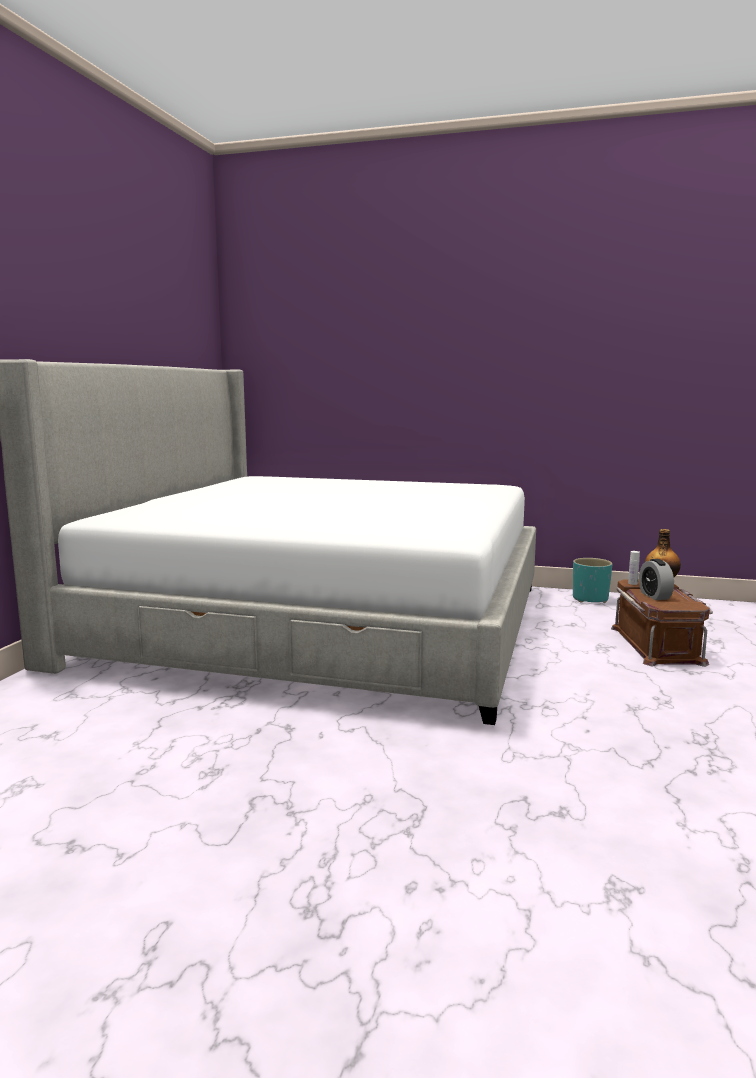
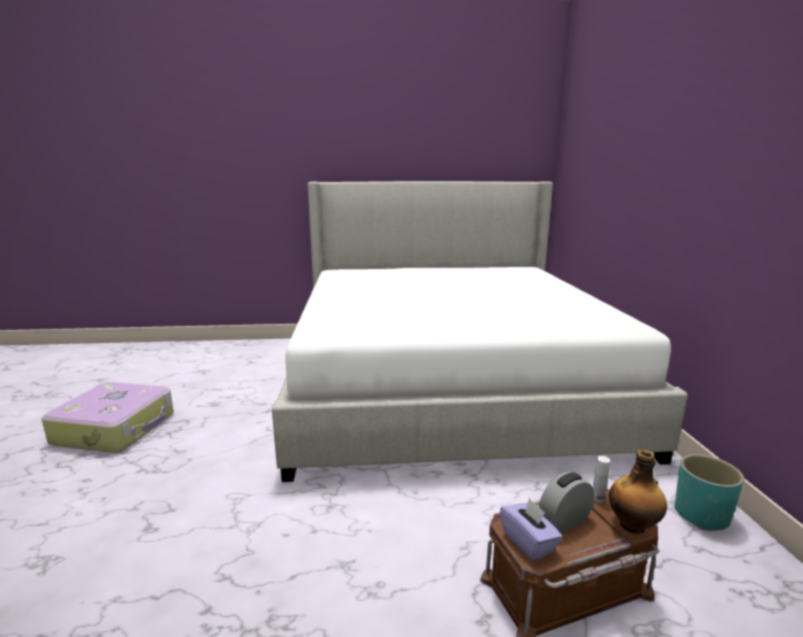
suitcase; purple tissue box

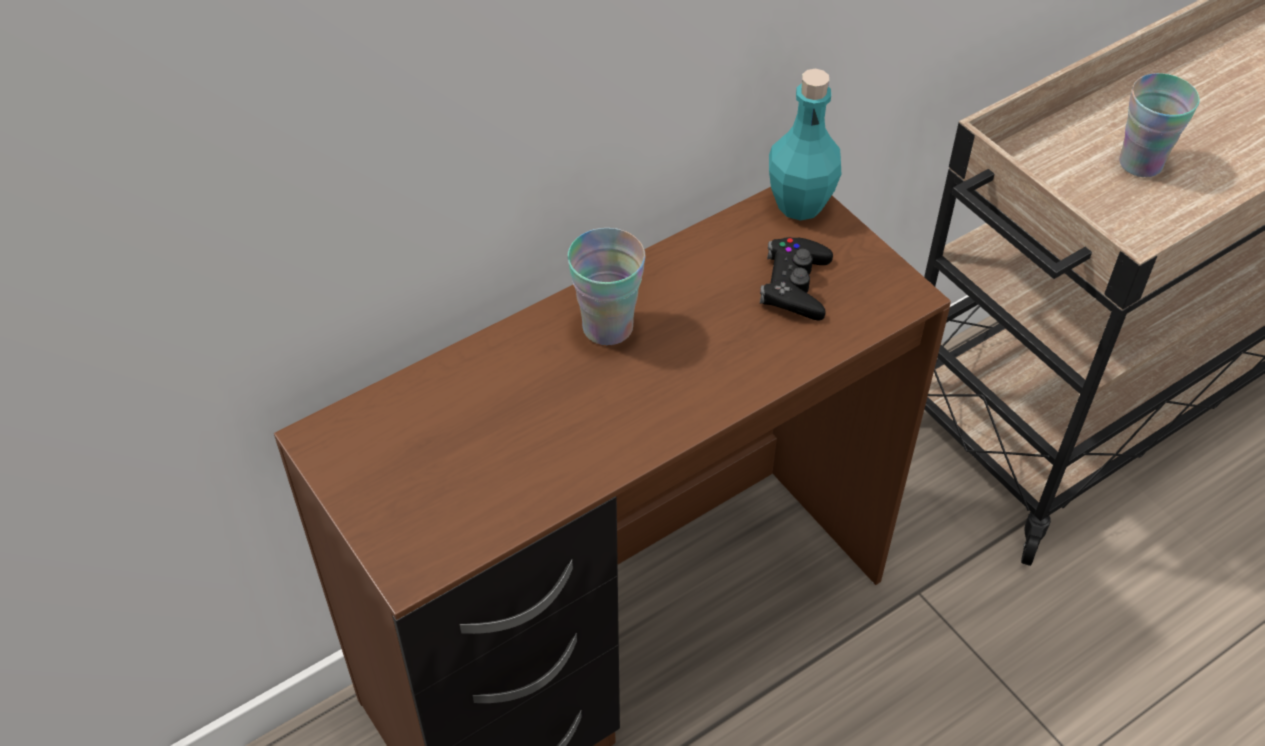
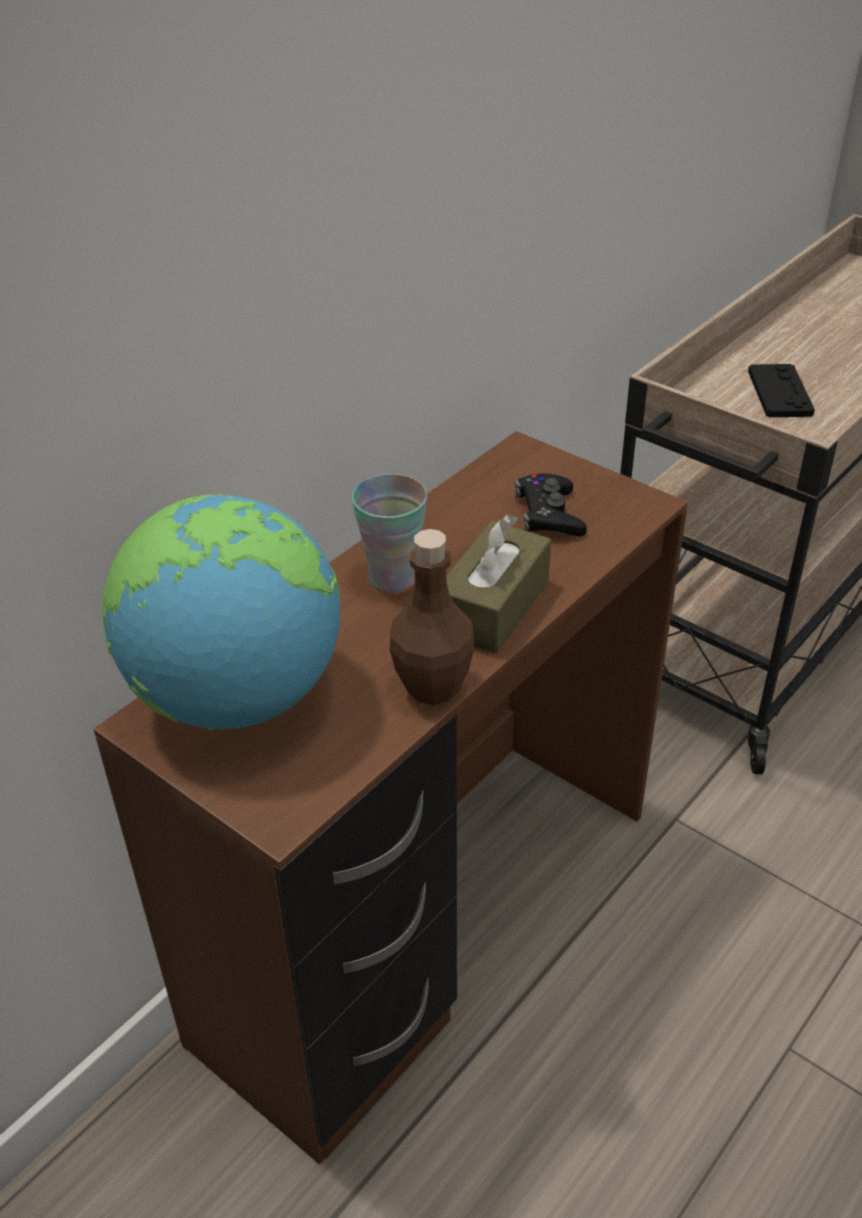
turquoise bottle; black game controller (no. 2 from left); globe; brown bottle; brown tissue box

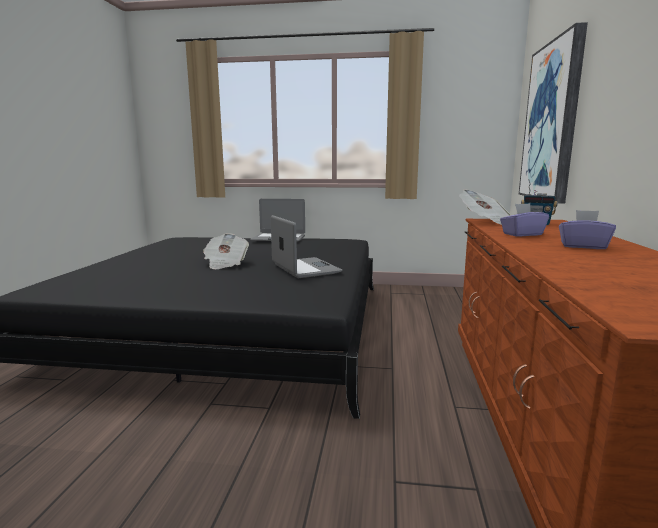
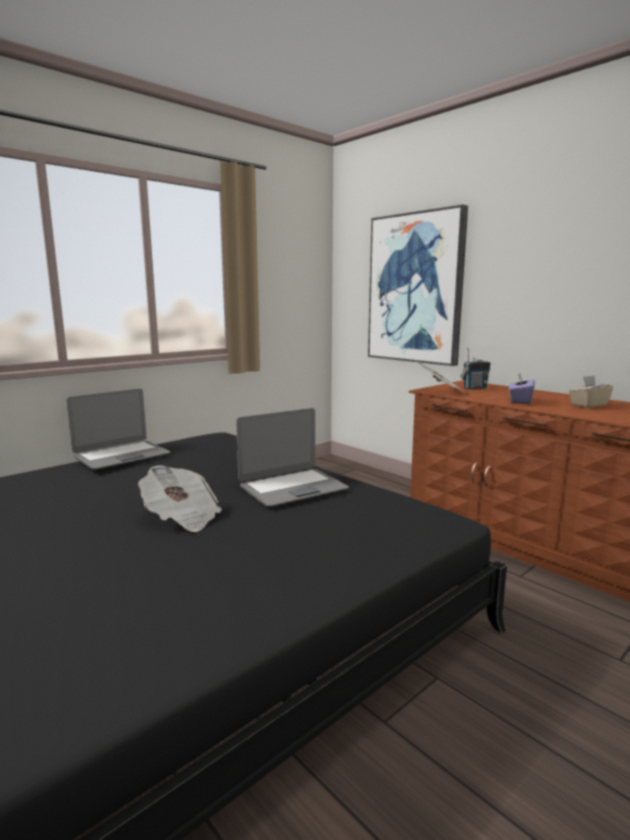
laptop (no. 2 from left); beige tissue box

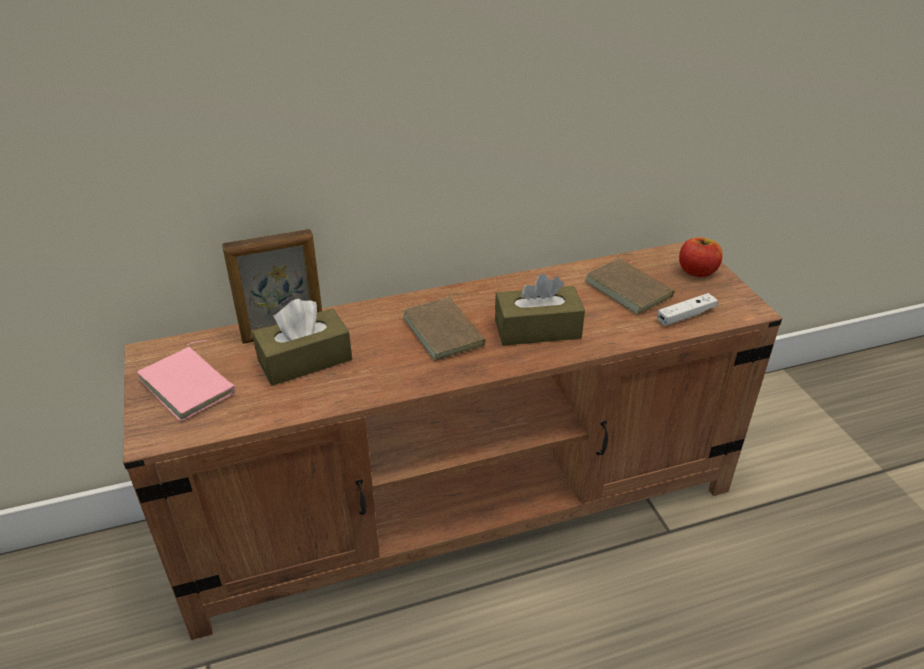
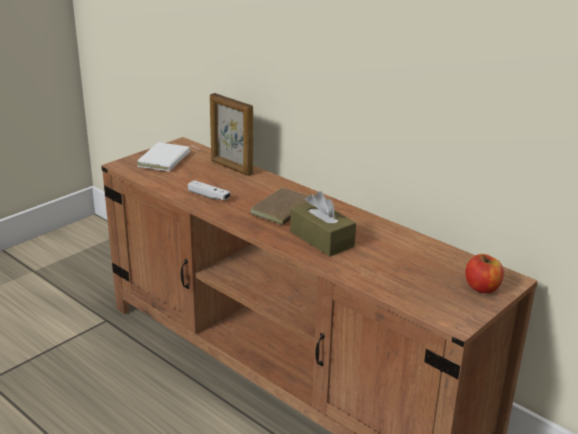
white book; brown tissue box (no. 1 from left in the first image); brown book (no. 2 from left in the first image); white game controller

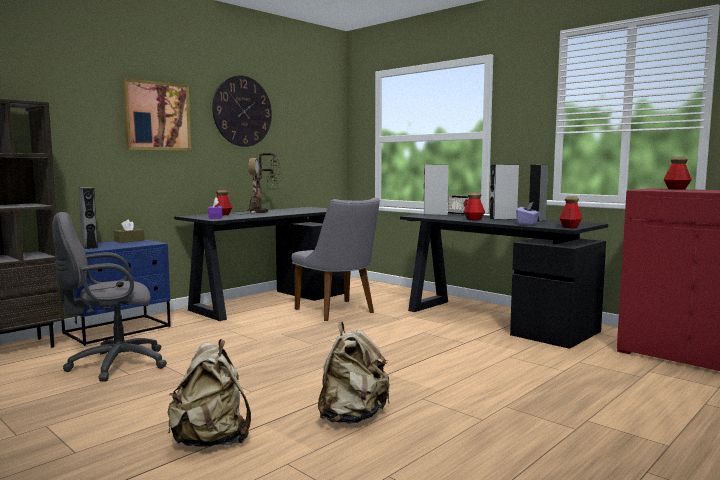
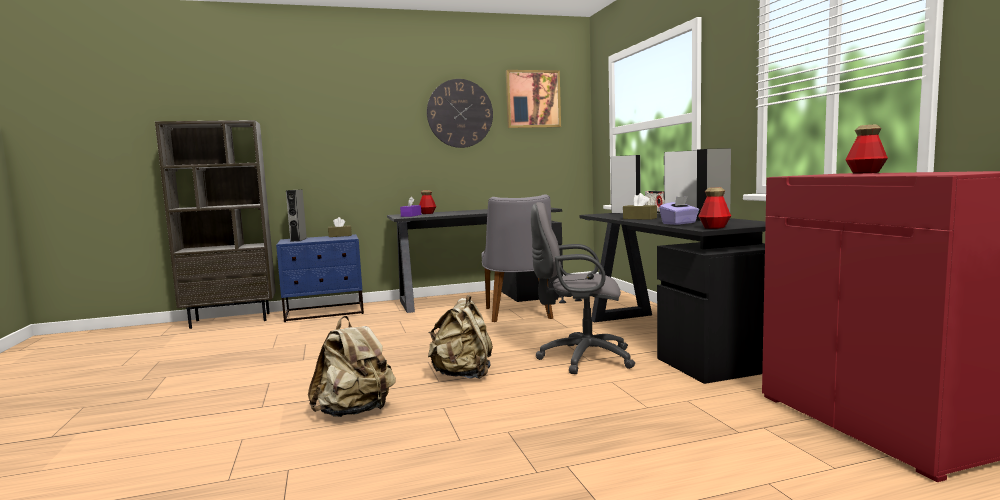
grey office chair; picture; beige backpack (no. 2 from left); table lamp; brown tissue box (no. 2 from left)

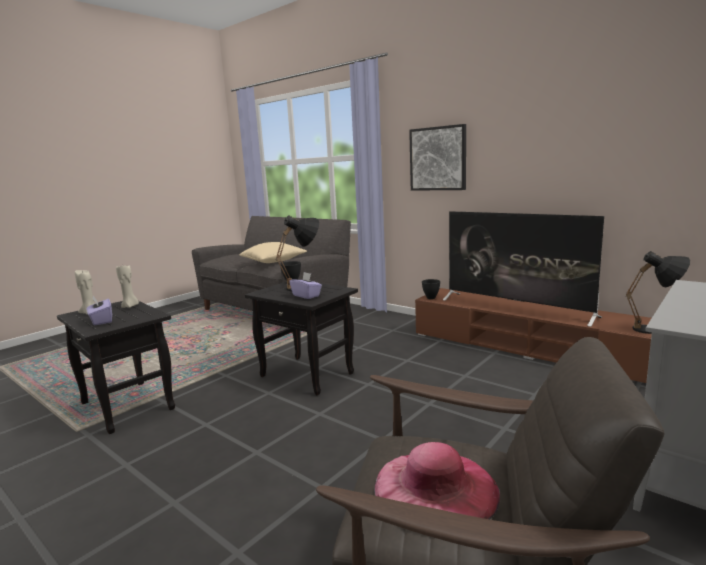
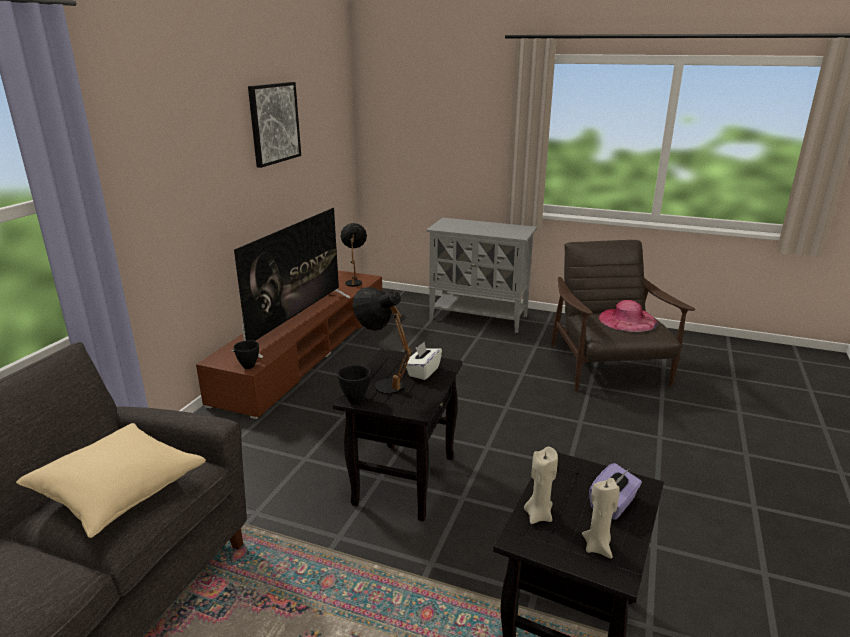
white tissue box; picture

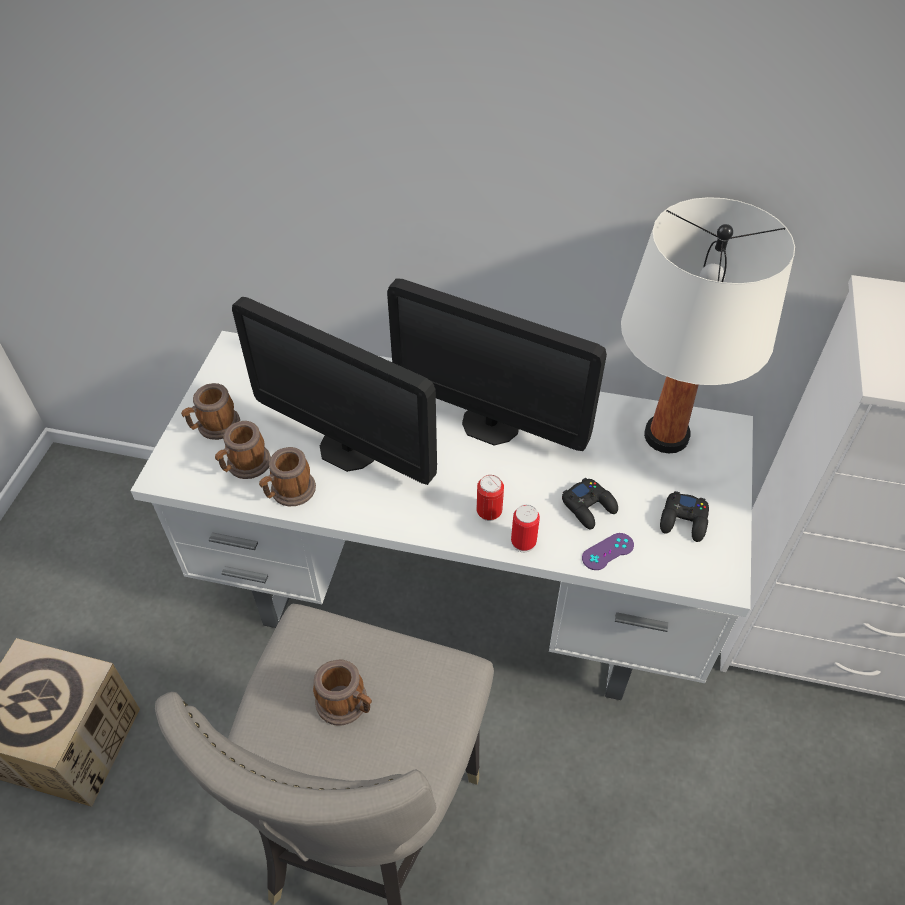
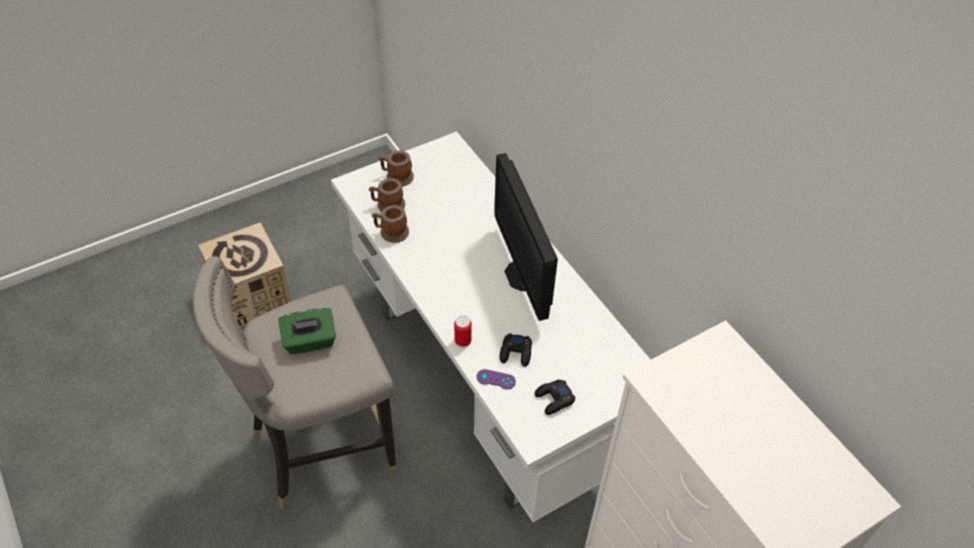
monitor (no. 1 from left in the first image); green tissue box; can (no. 1 from left in the first image); white table lamp

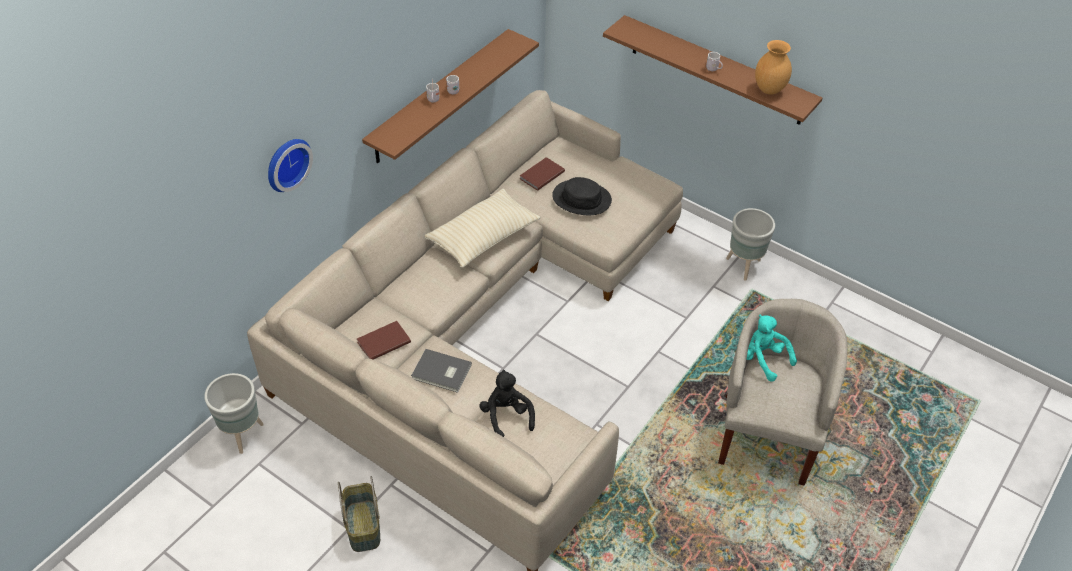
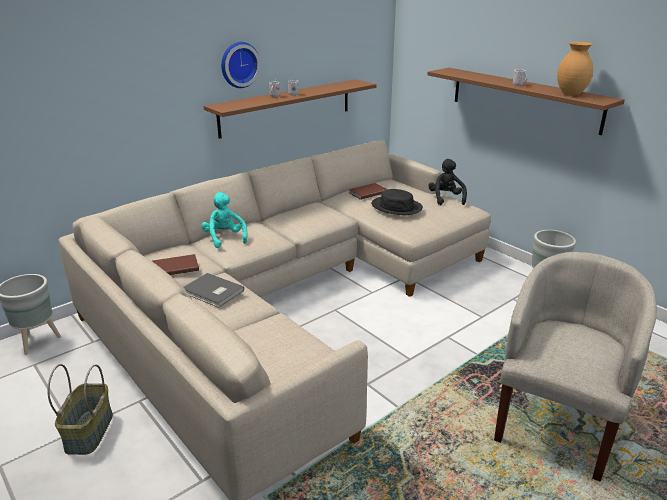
wall clock; beige pillow; black plush toy; turquoise plush toy

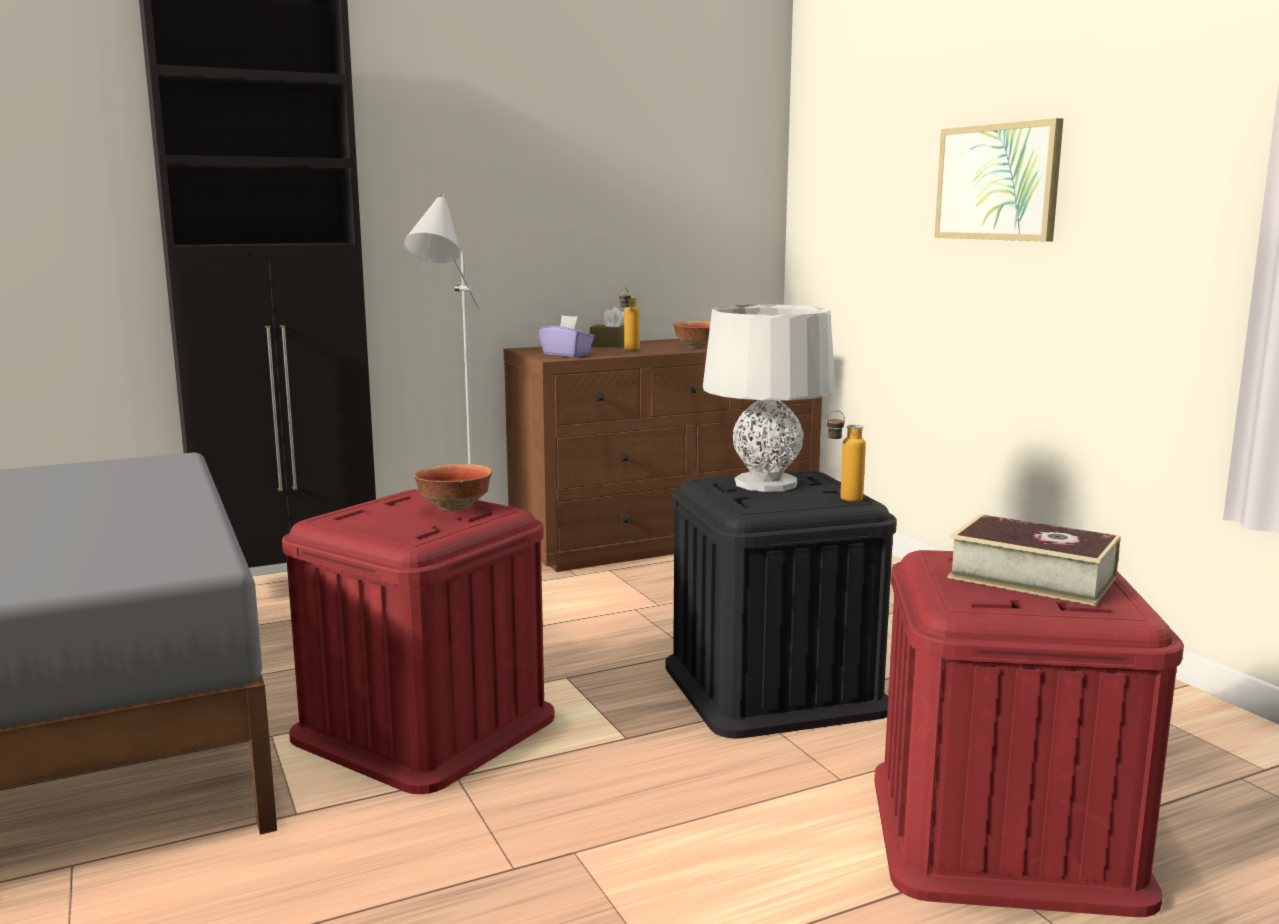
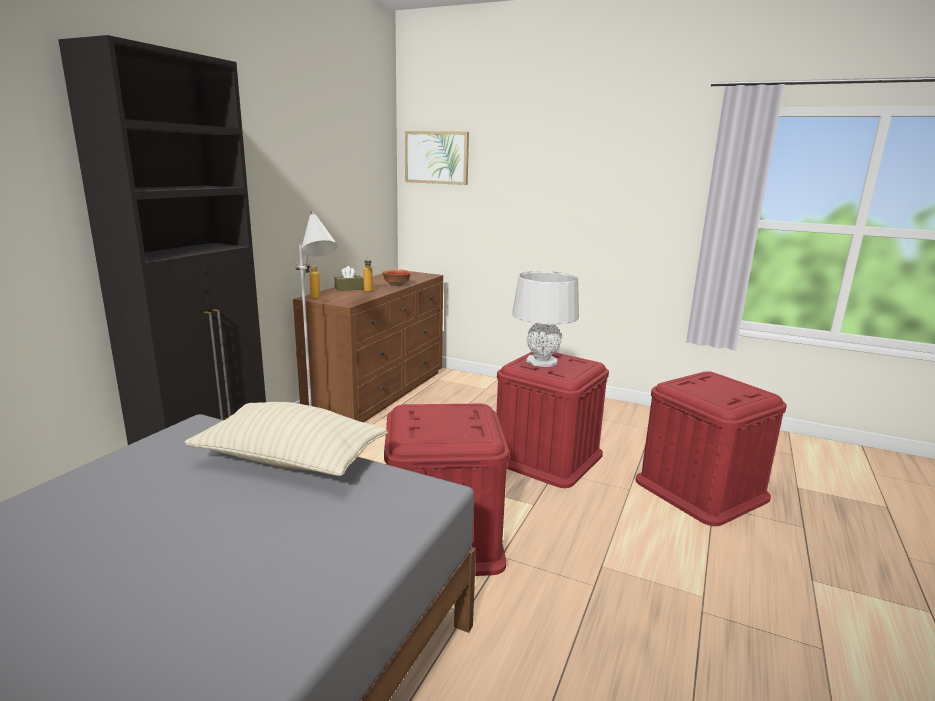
bowl (no. 1 from left in the first image); purple tissue box; red storage box (no. 2 from left); bottle (no. 1 from left); picture; book; beige pillow

